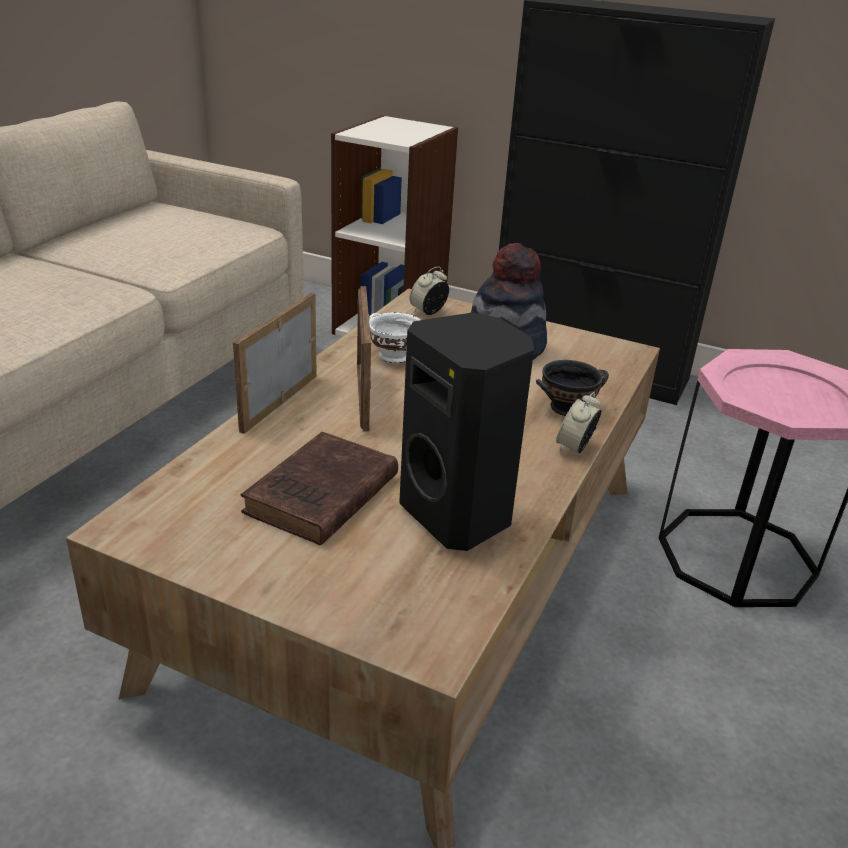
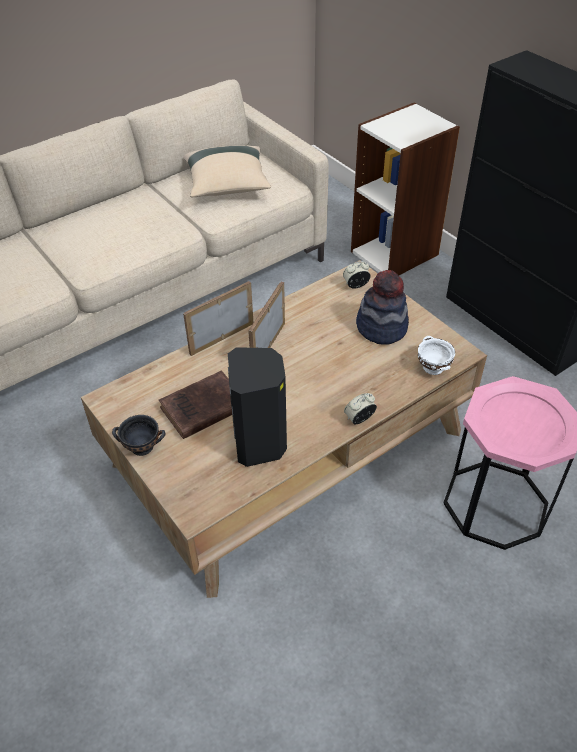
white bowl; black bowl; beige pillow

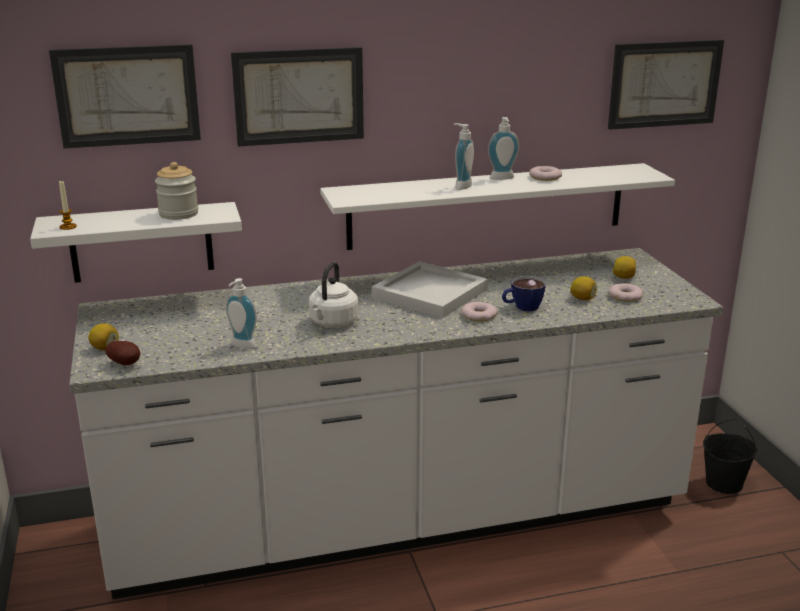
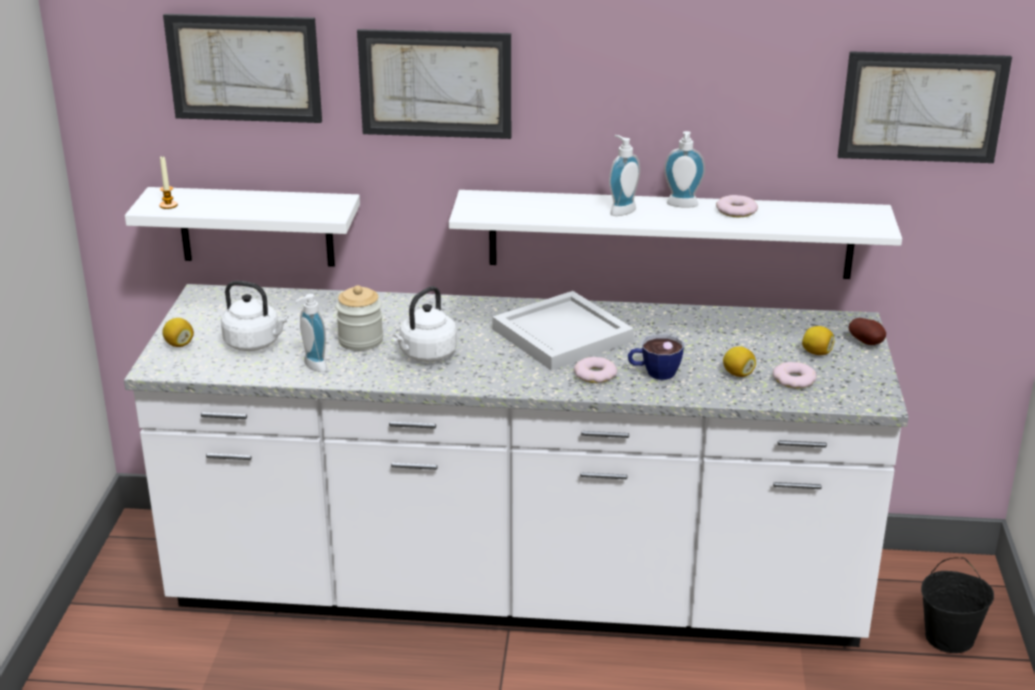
potato; jar; white kettle (no. 1 from left)

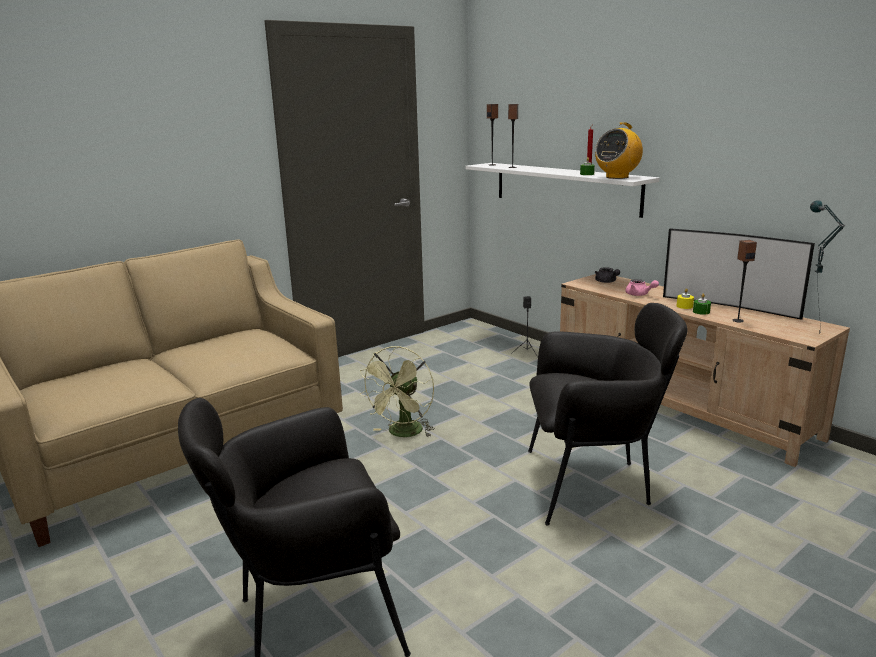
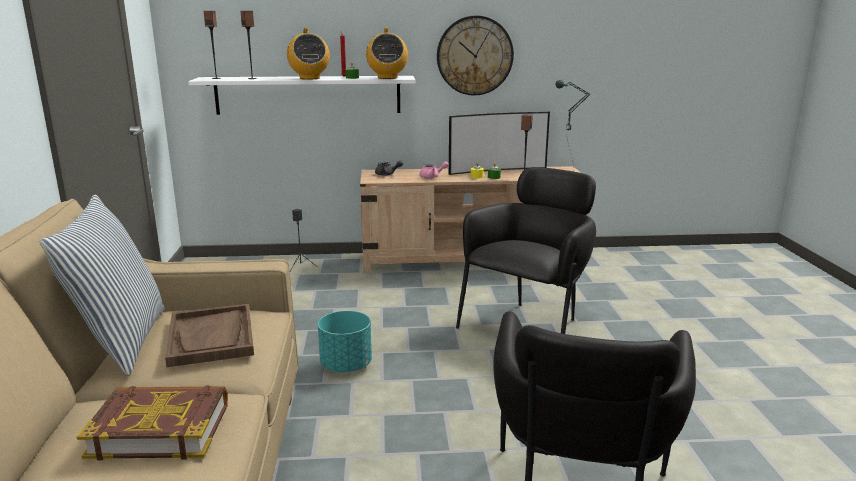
turquoise planter; pillow; book; brown tray; radio (no. 1 from left); wall clock

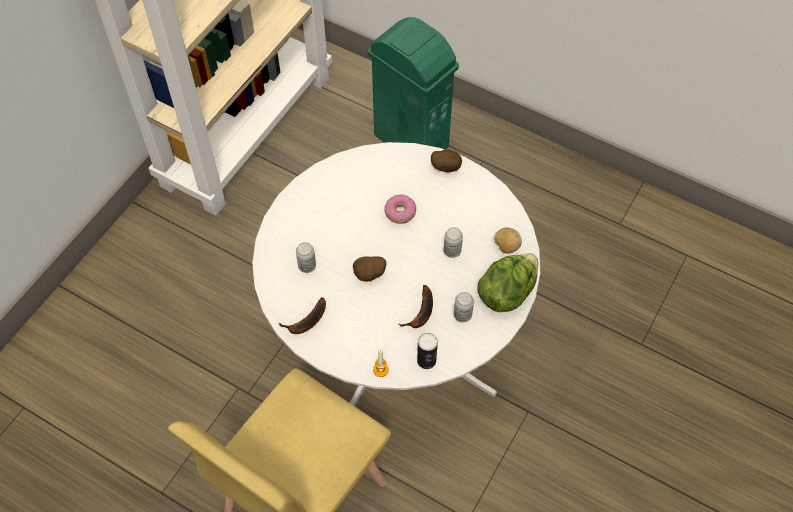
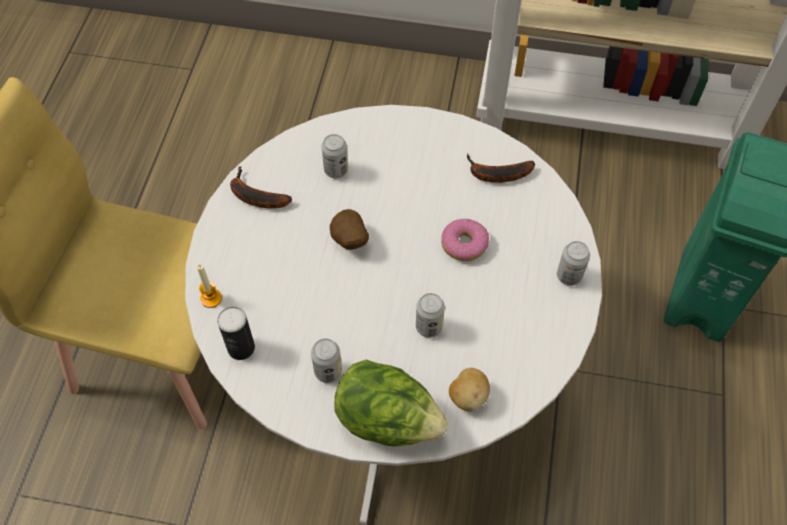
banana (no. 2 from left); can (no. 5 from left)

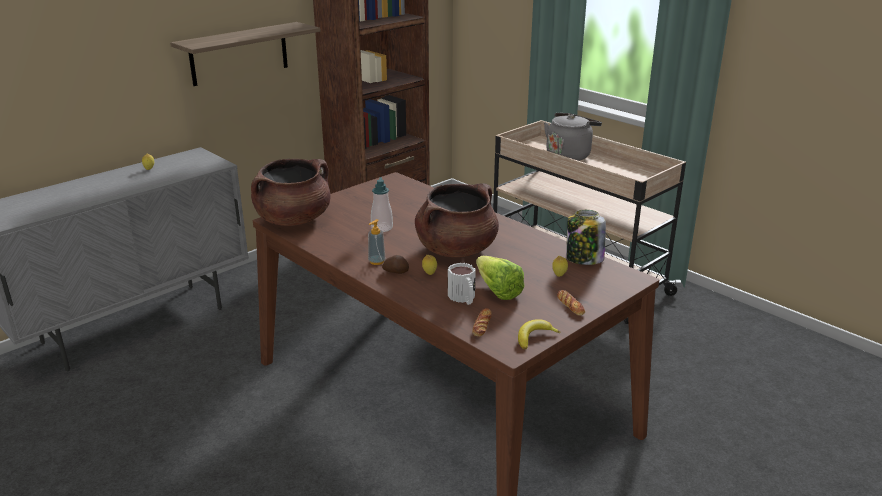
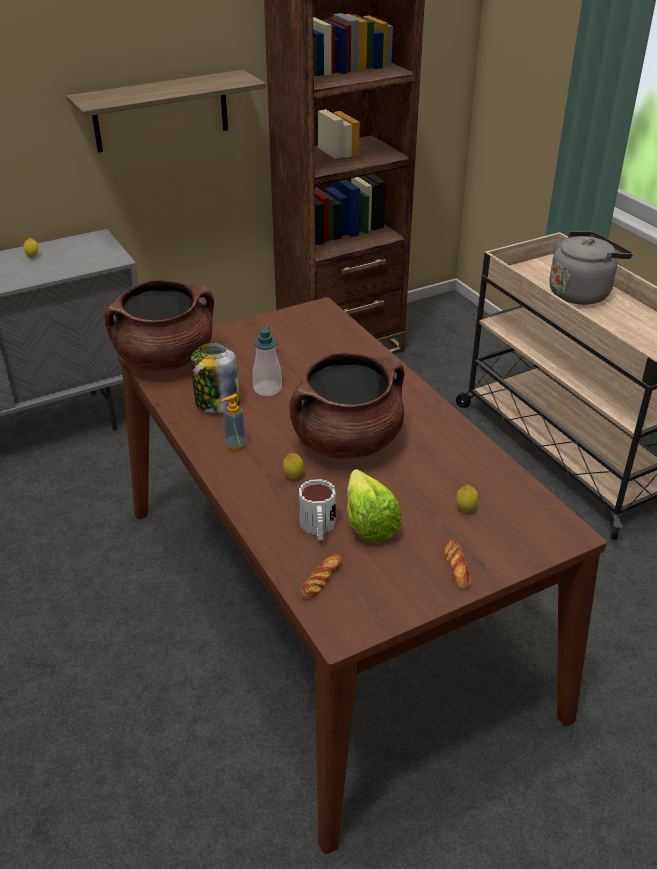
potato; banana; jar

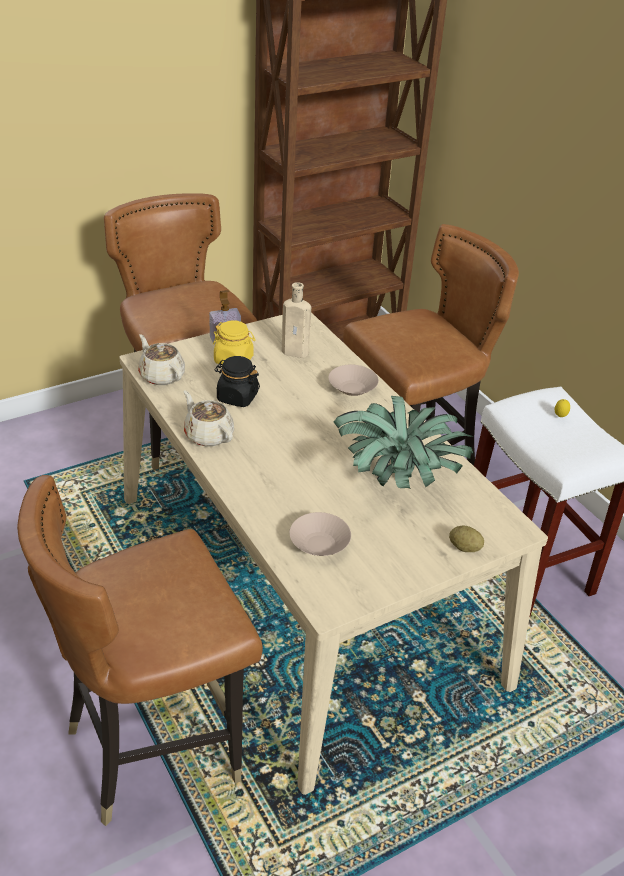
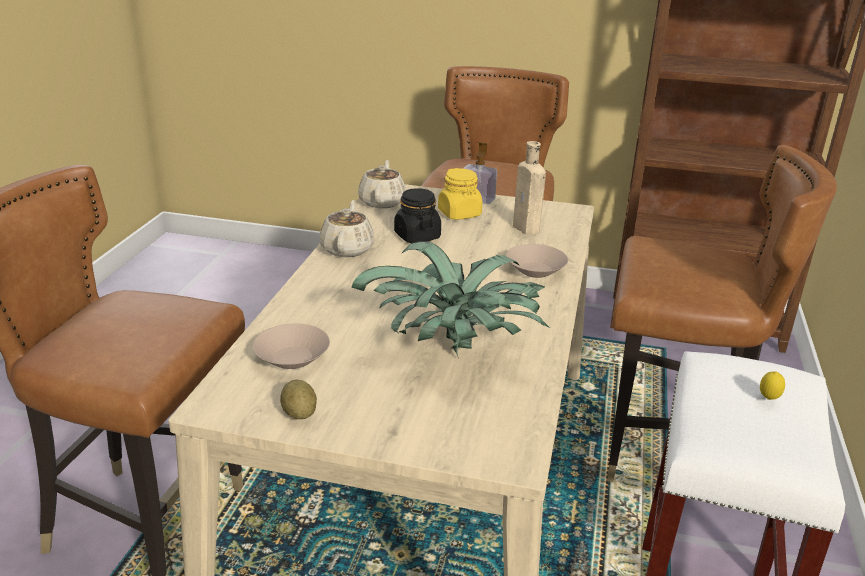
potato

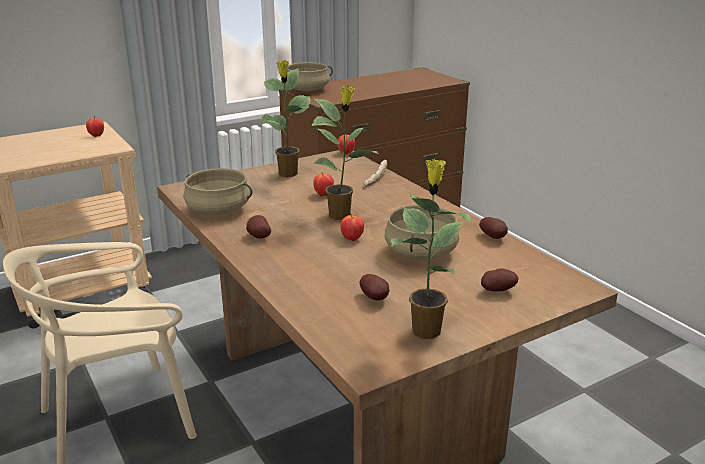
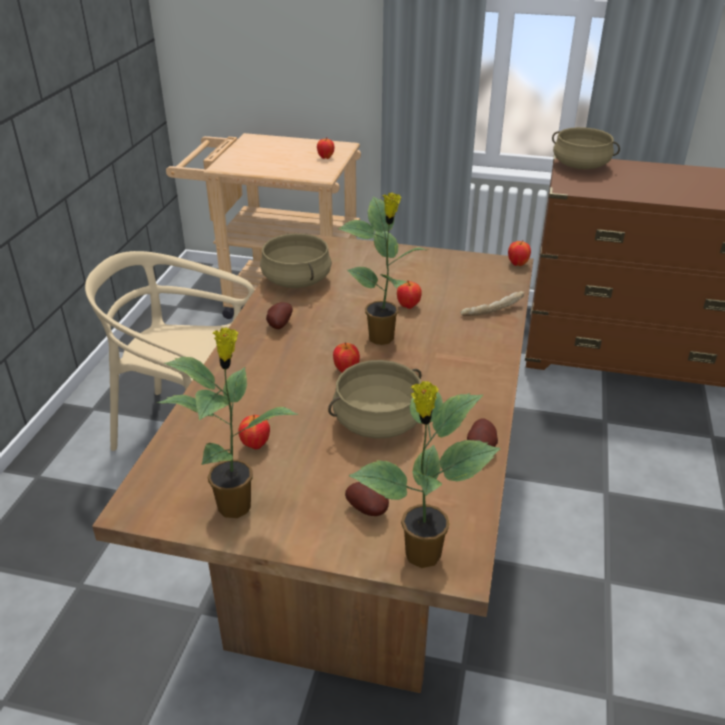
potted plant (no. 3 from left); apple (no. 1 from left)

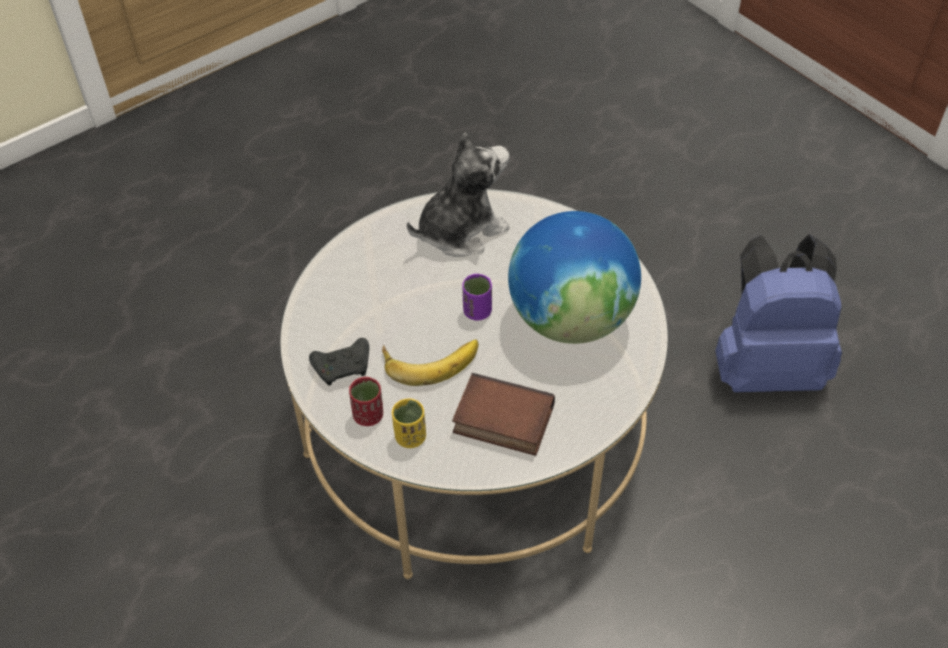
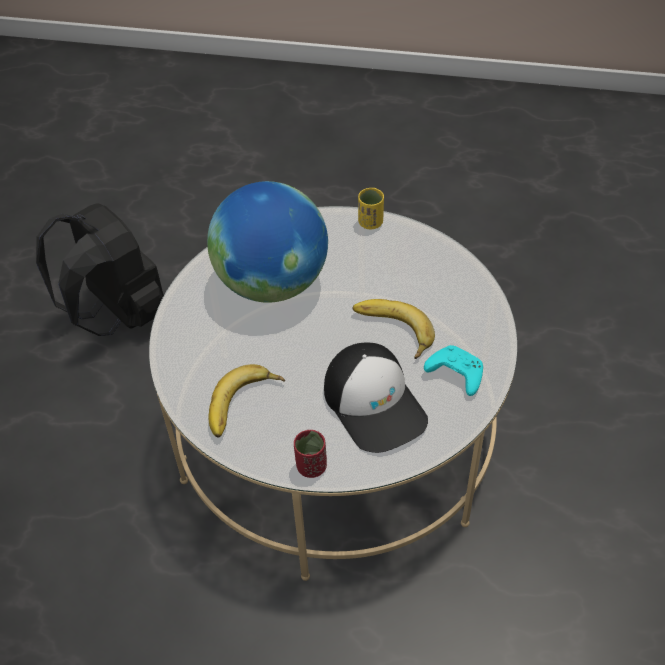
turquoise game controller; red cup; yellow cup; banana (no. 1 from left); book; purple cup; black backpack; cap

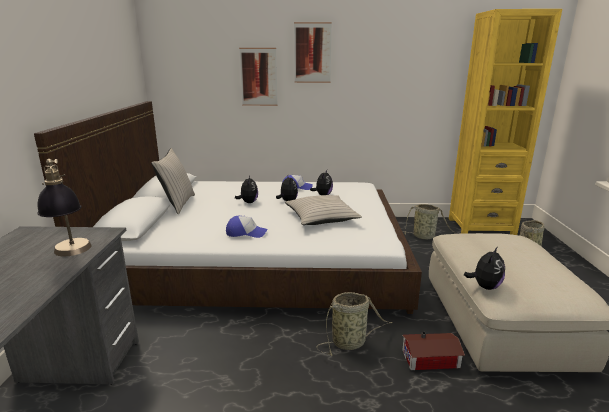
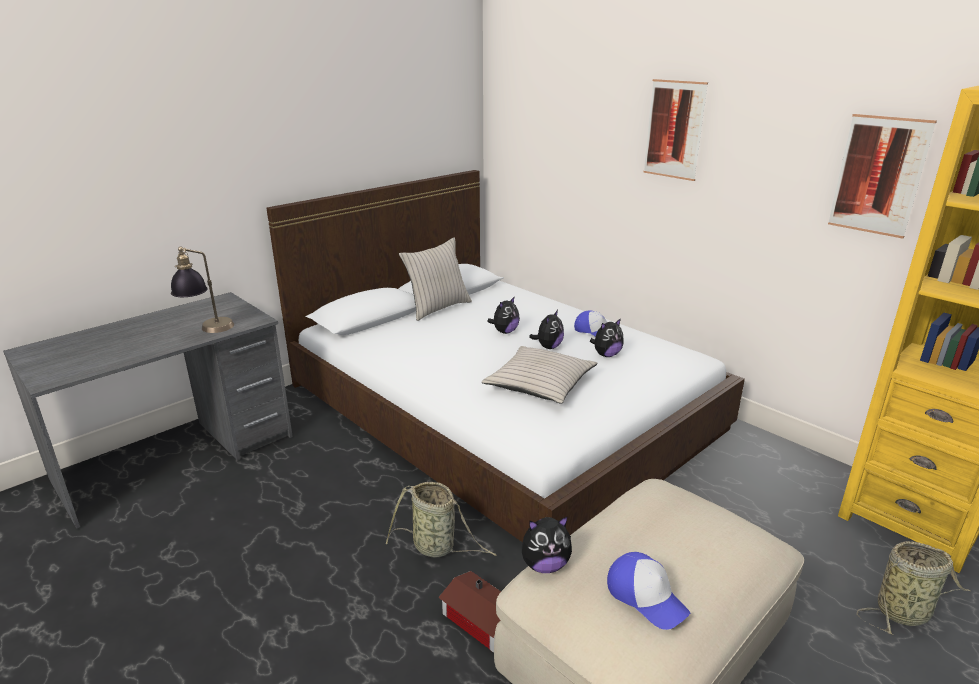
cap (no. 2 from left); picture (no. 2 from left); basket (no. 2 from left in the first image)

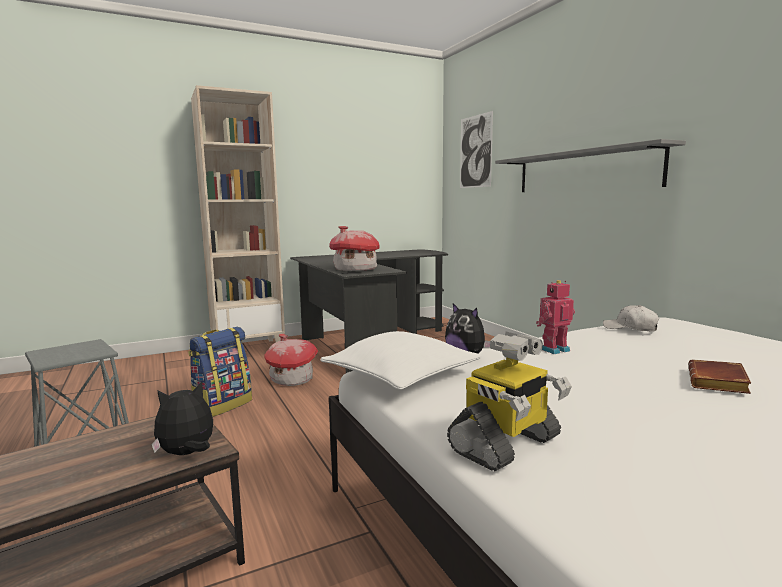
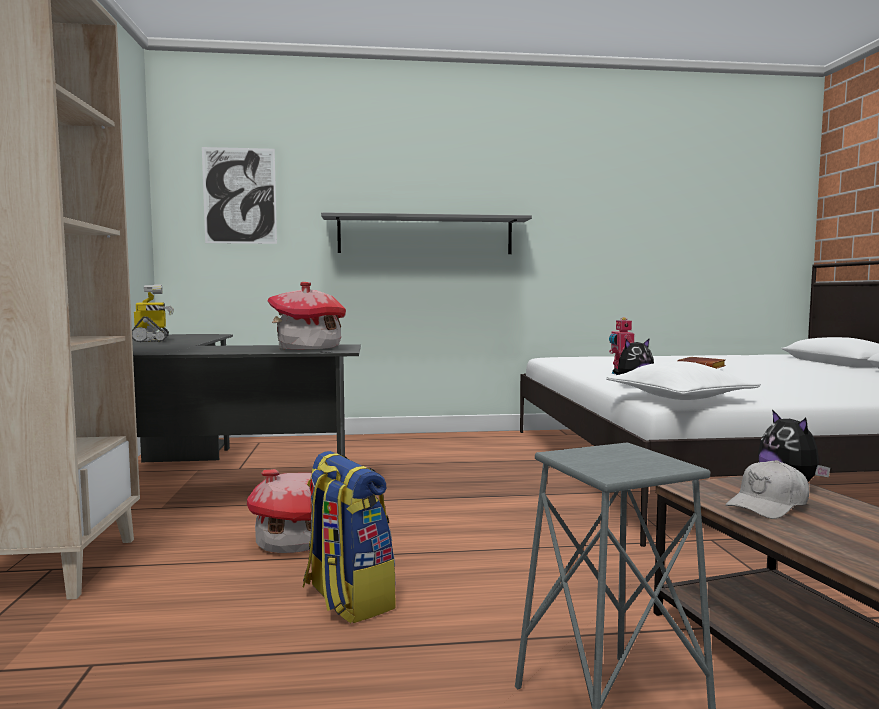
toy robot (no. 1 from left); white cap

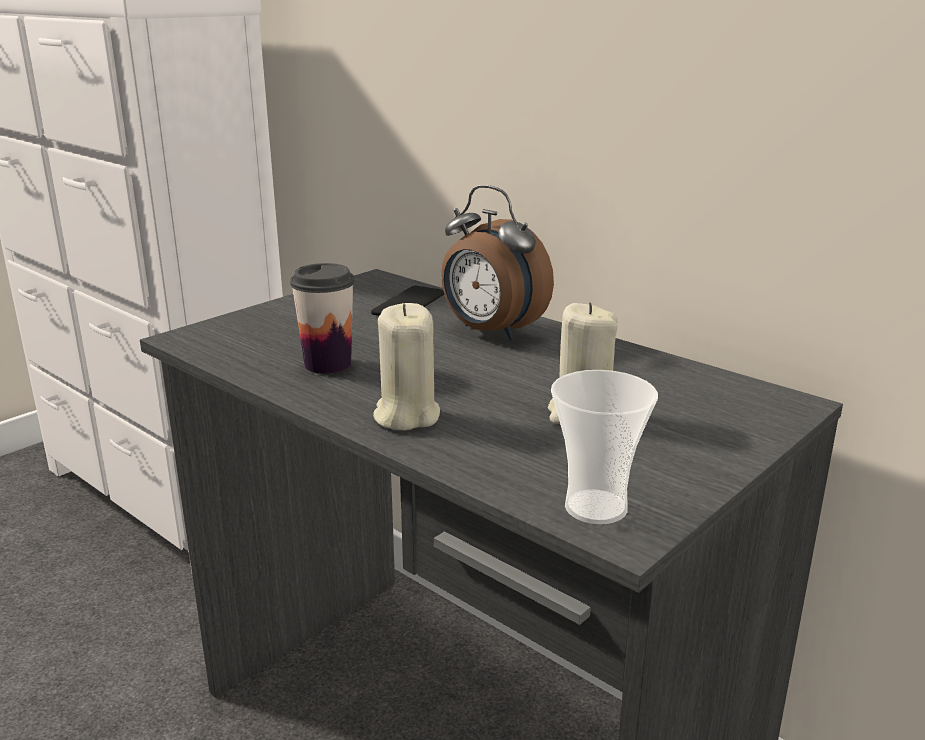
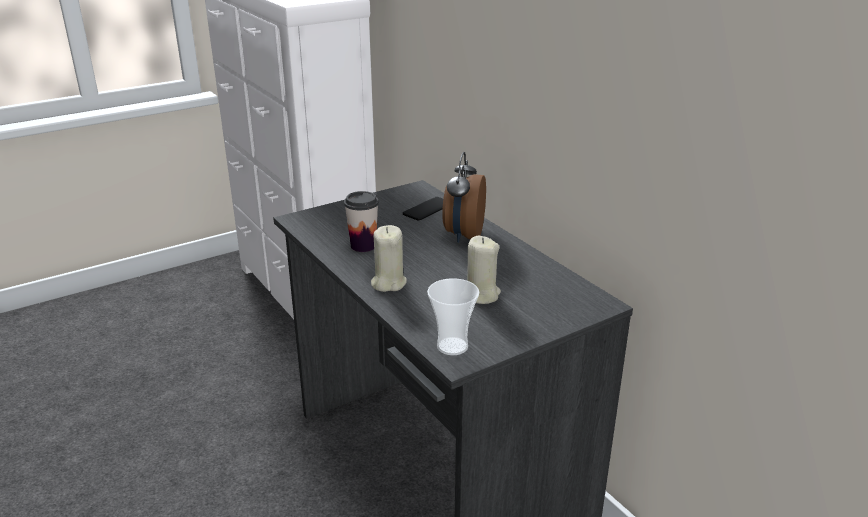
alarm clock

